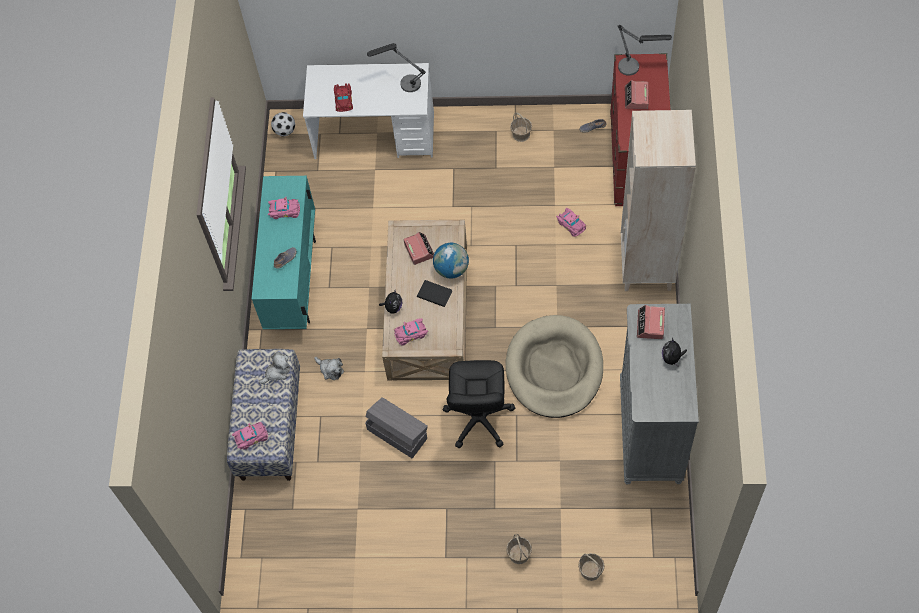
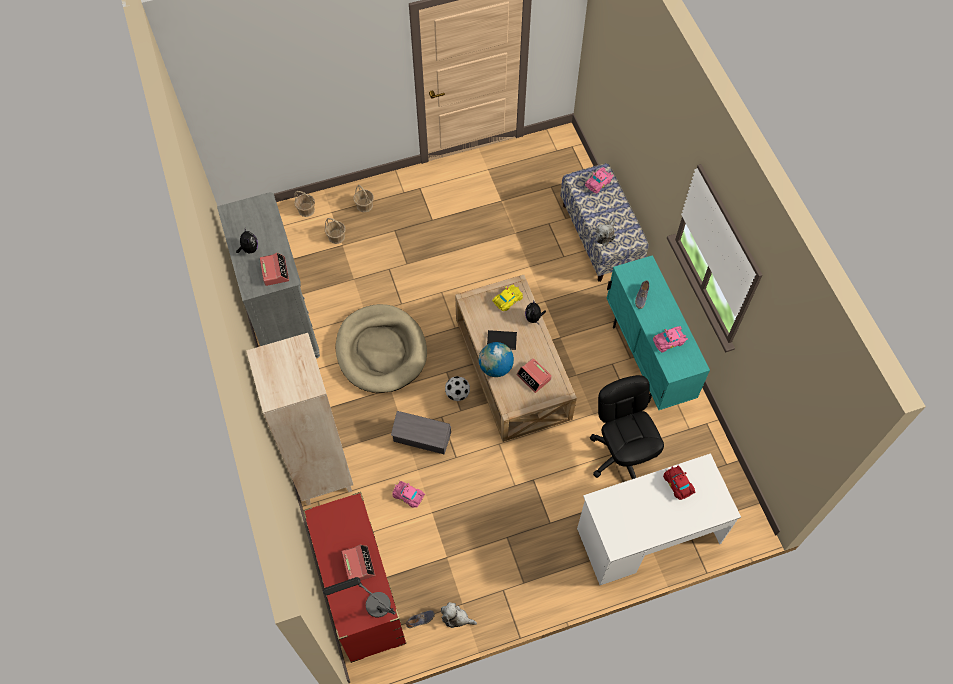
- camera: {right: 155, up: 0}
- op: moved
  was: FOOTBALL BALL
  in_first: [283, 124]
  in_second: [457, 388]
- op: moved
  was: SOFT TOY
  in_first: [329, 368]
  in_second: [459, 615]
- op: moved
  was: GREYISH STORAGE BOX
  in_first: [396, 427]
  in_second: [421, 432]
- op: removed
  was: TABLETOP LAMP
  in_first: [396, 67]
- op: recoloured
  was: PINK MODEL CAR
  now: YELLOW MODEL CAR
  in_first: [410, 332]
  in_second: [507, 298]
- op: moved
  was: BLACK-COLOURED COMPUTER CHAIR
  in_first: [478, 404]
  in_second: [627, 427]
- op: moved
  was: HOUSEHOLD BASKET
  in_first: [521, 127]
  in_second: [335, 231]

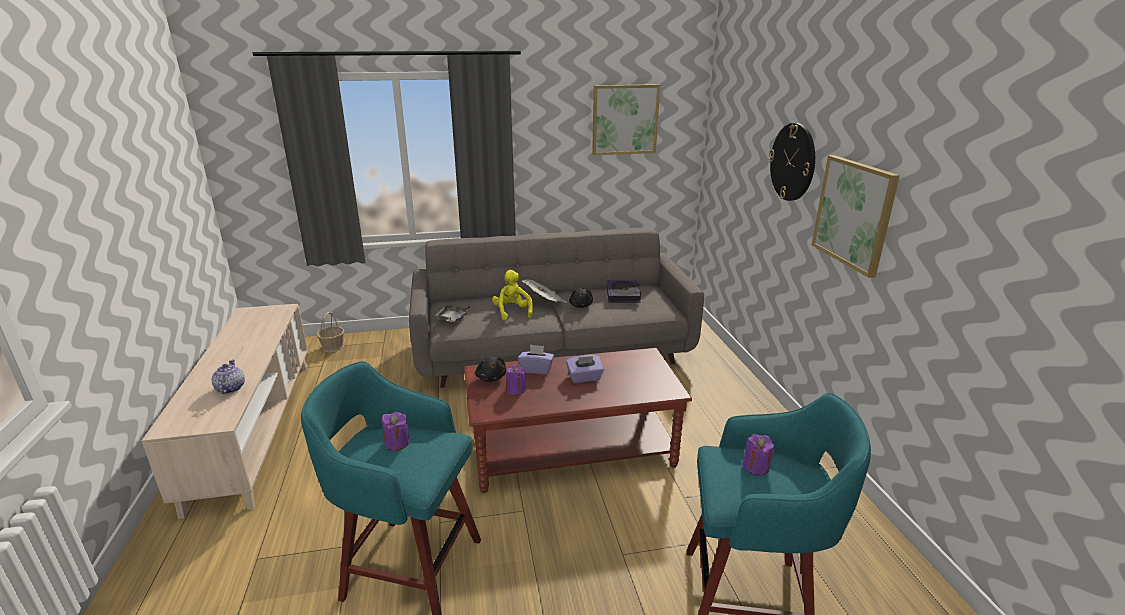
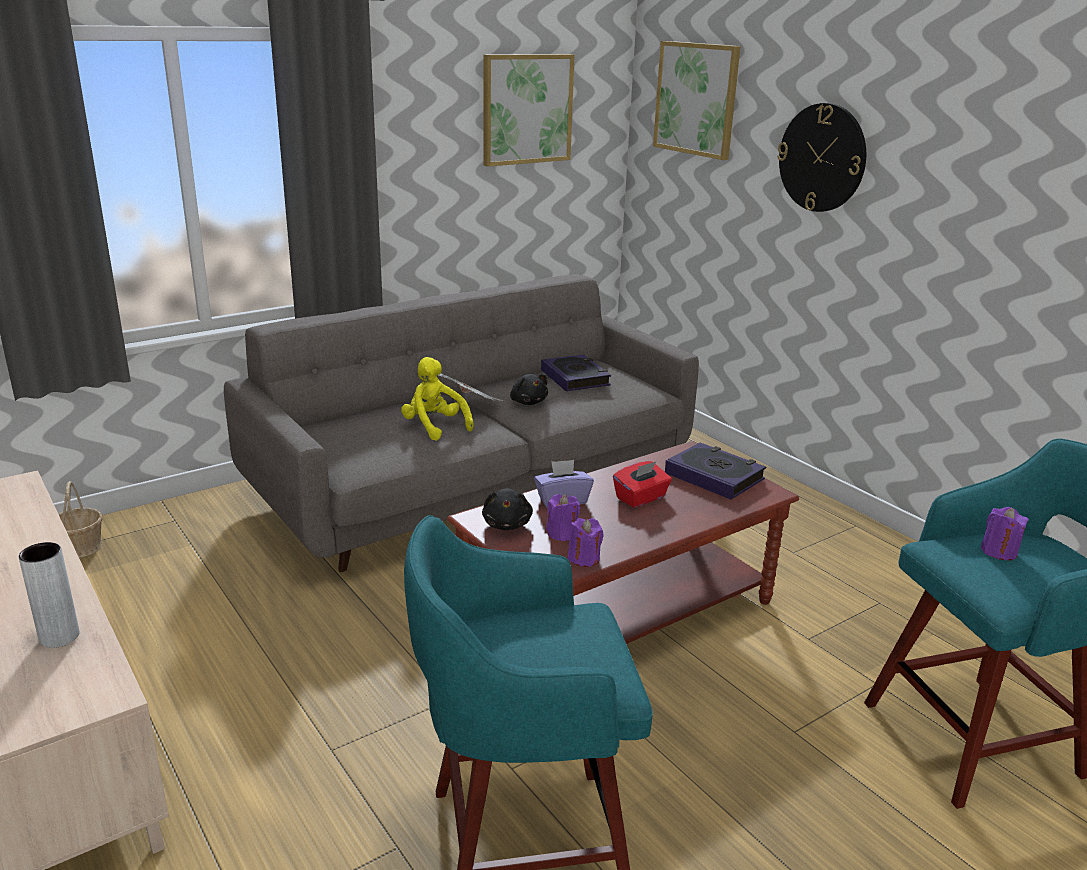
- camera: {right: -25, up: 0}
- op: replaced
  was: POT FOR TEA
  now: GREYISH VASE
  in_first: [228, 376]
  in_second: [49, 595]
- op: moved
  was: PURPLE-COLOURED WAX LIGHT
  in_first: [396, 431]
  in_second: [585, 542]
- op: removed
  was: GREYISH TRAY
  in_first: [452, 313]
- op: turned
  was: BLACK-COLOURED SOFT TOY
  in_first: [490, 369]
  in_second: [507, 509]
  clockwise: 45
- op: recoloured
  was: PURPLE-COLOURED BOX OF TISSUES
  now: RED-COLOURED BOX OF TISSUES
  in_first: [585, 369]
  in_second: [642, 484]
- op: moved
  was: WALL PICTURE
  in_first: [856, 216]
  in_second: [697, 100]
- op: added
  now: BOUND BOOK
  in_second: [715, 471]

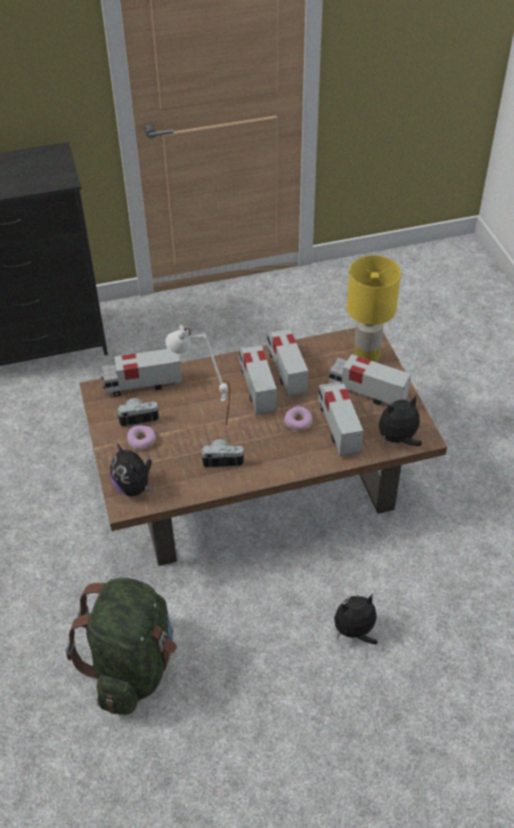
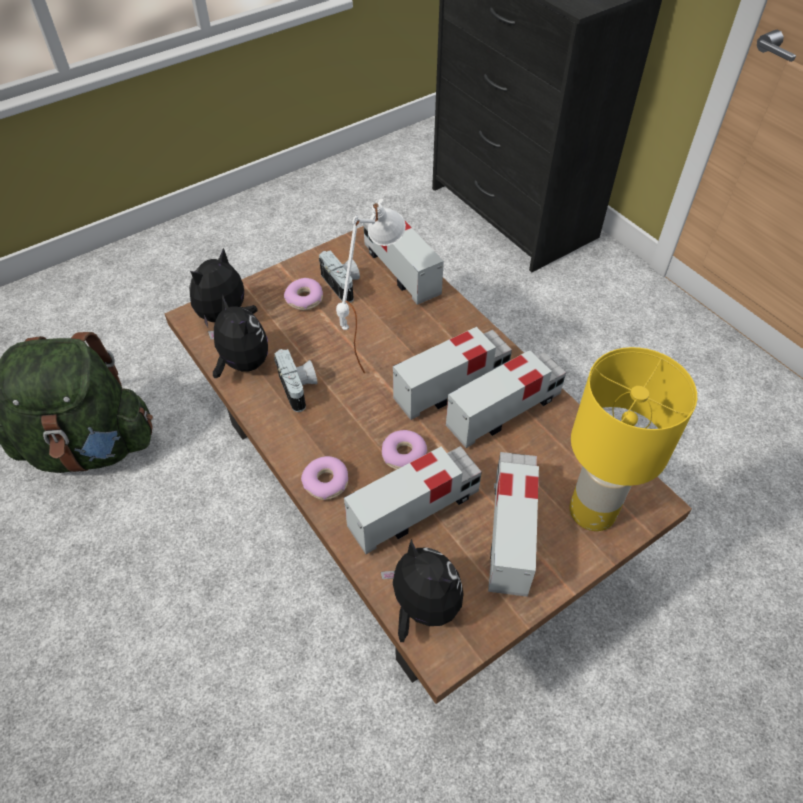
- camera: {right: 70, up: 5}
- op: moved
  was: SOFT TOY
  in_first: [355, 619]
  in_second: [238, 336]
- op: added
  now: DONUT
  in_second: [324, 478]

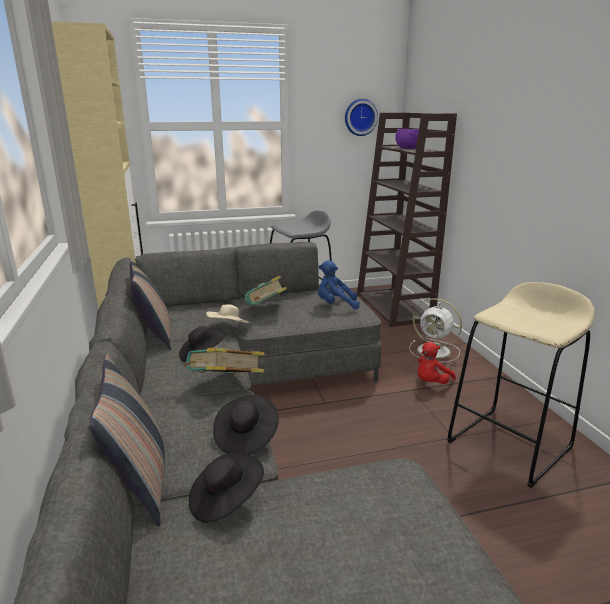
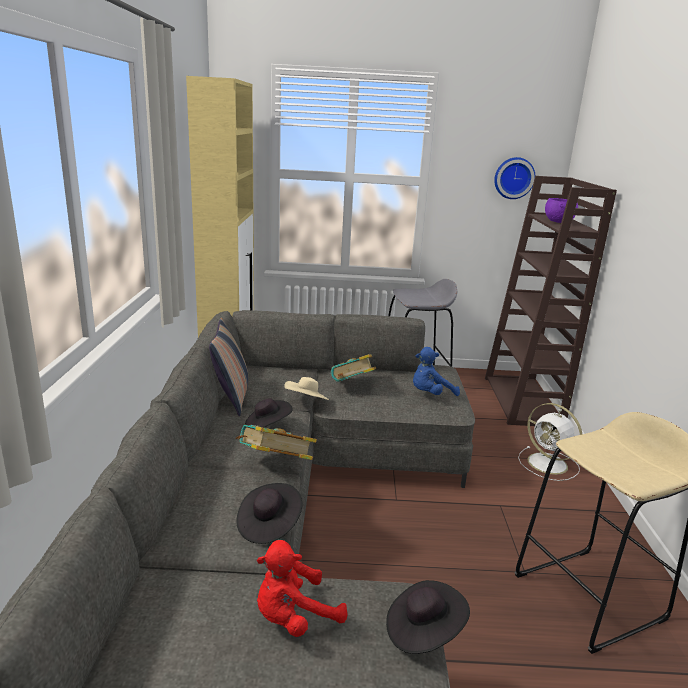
- camera: {right: 15, up: 0}
- op: removed
  was: PILLOW
  in_first: [127, 440]
- op: moved
  was: BLACK-COLOURED WEARABLE HAT
  in_first: [226, 488]
  in_second: [428, 617]
- op: turned
  was: BLUISH SOFT TOY
  in_first: [339, 285]
  in_second: [436, 371]
  clockwise: -45
- op: moved
  was: RED-COLOURED SOFT TOY
  in_first: [436, 363]
  in_second: [302, 588]

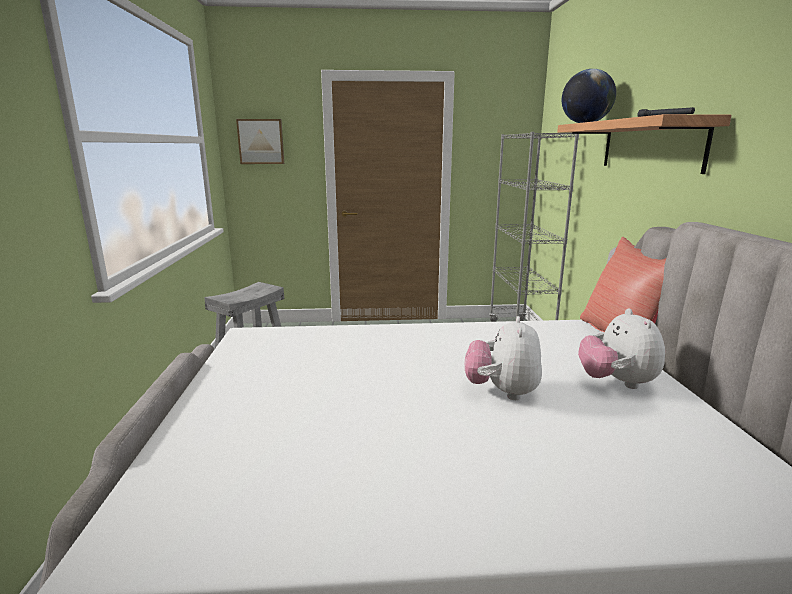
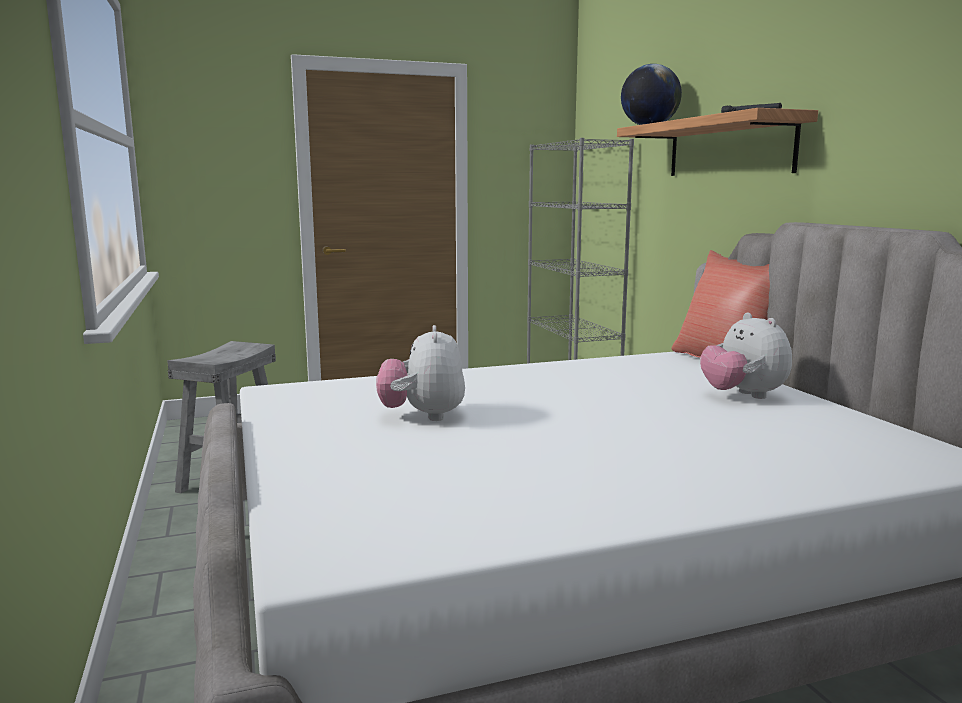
- camera: {right: -15, up: -5}
- op: removed
  was: WALL PICTURE
  in_first: [260, 141]
- op: moved
  was: SOFT TOY
  in_first: [503, 358]
  in_second: [420, 373]

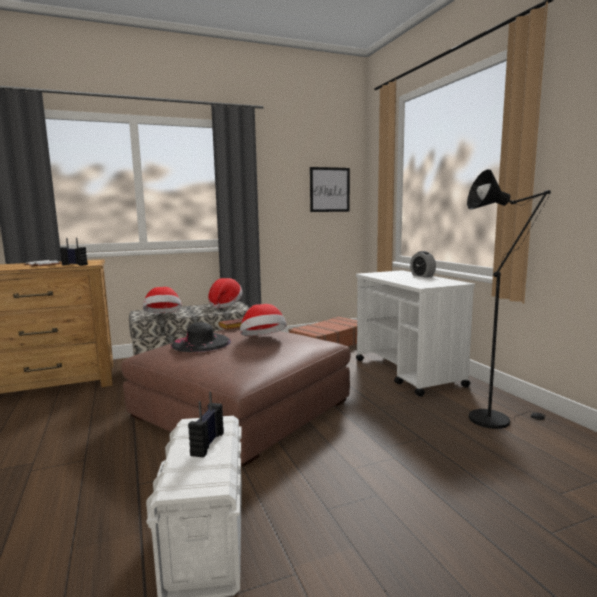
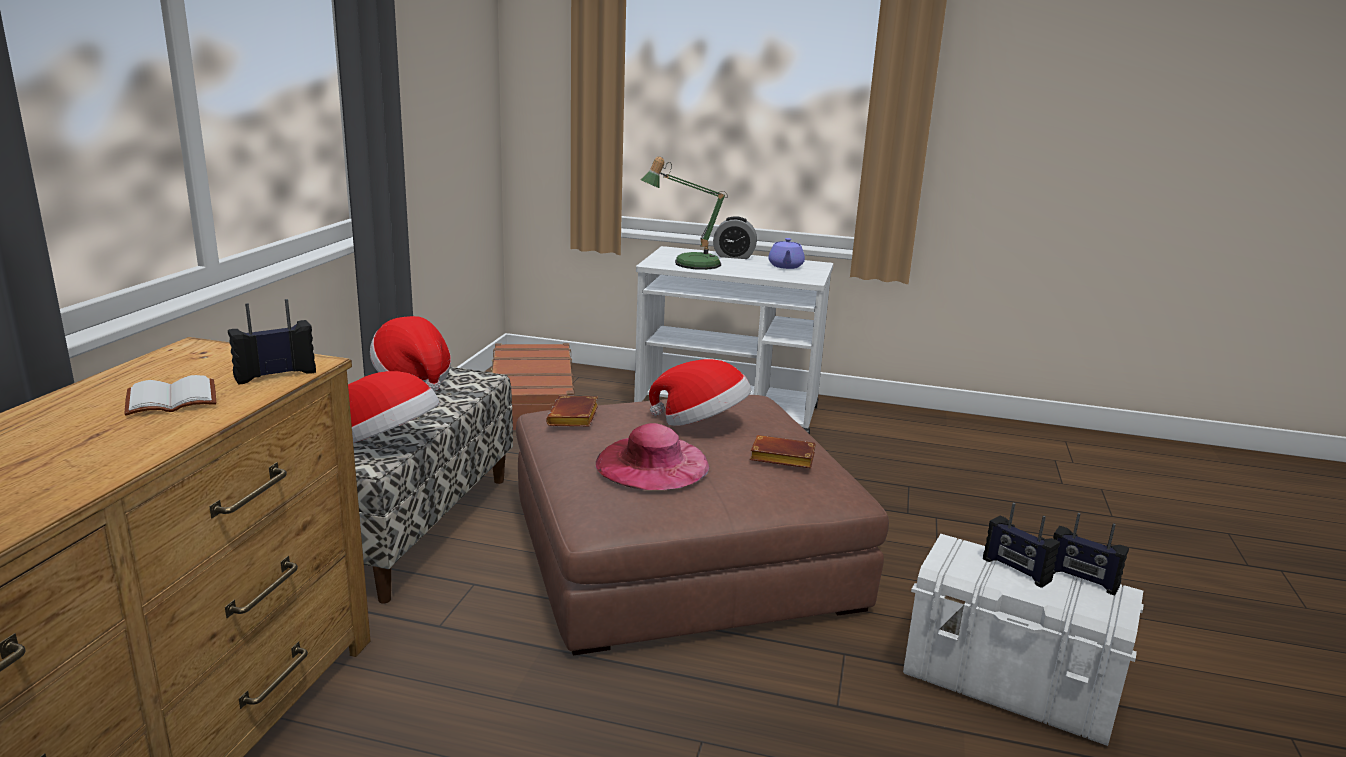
- camera: {right: -55, up: 10}
- op: recoloured
  was: BLACK-COLOURED WEARABLE HAT
  now: PINK WEARABLE HAT
  in_first: [201, 337]
  in_second: [653, 456]
- op: removed
  was: WALL PICTURE
  in_first: [330, 189]
- op: removed
  was: BLACK-COLOURED FLOOR LAMP
  in_first: [509, 299]
- op: added
  now: TABLETOP LAMP
  in_second: [684, 213]
- op: added
  now: BROWN-COLOURED BOUND BOOK
  in_second: [783, 452]
- op: added
  now: PURPLE-COLOURED POT FOR TEA
  in_second: [786, 253]
- op: added
  now: RADIO SET
  in_second: [1091, 554]

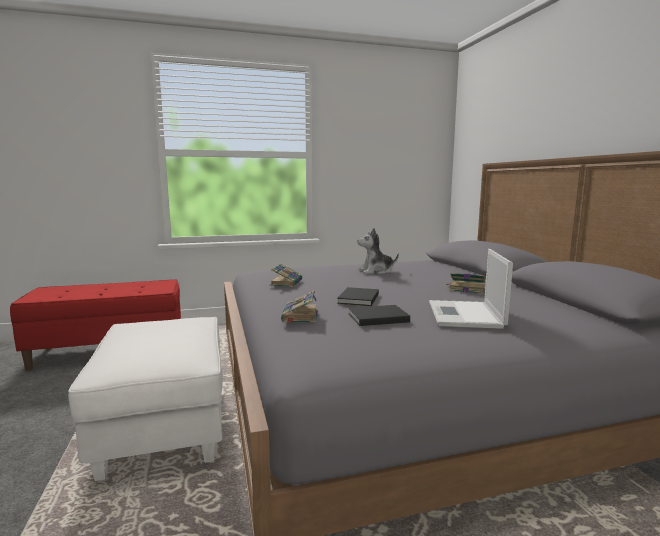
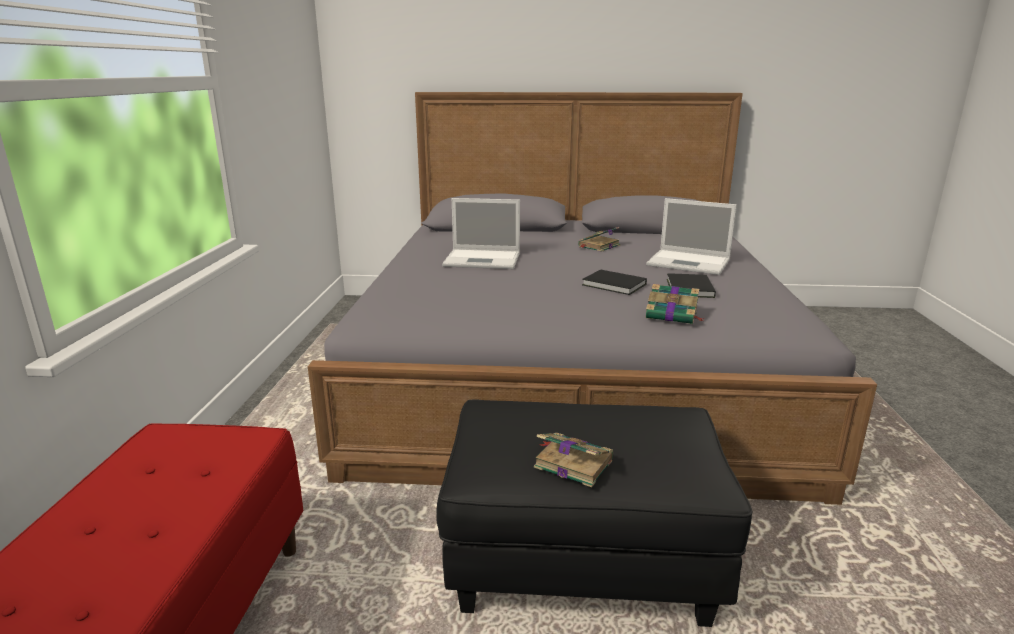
- camera: {right: -70, up: 10}
- op: recoloured
  was: WHITE FOOTREST
  now: BLACK-COLOURED FOOTREST
  in_first: [145, 399]
  in_second: [594, 513]
- op: moved
  was: BOUND BOOK
  in_first: [286, 275]
  in_second: [573, 460]
- op: replaced
  was: SOFT TOY
  now: NOTEBOOK COMPUTER
  in_first: [378, 251]
  in_second: [481, 233]

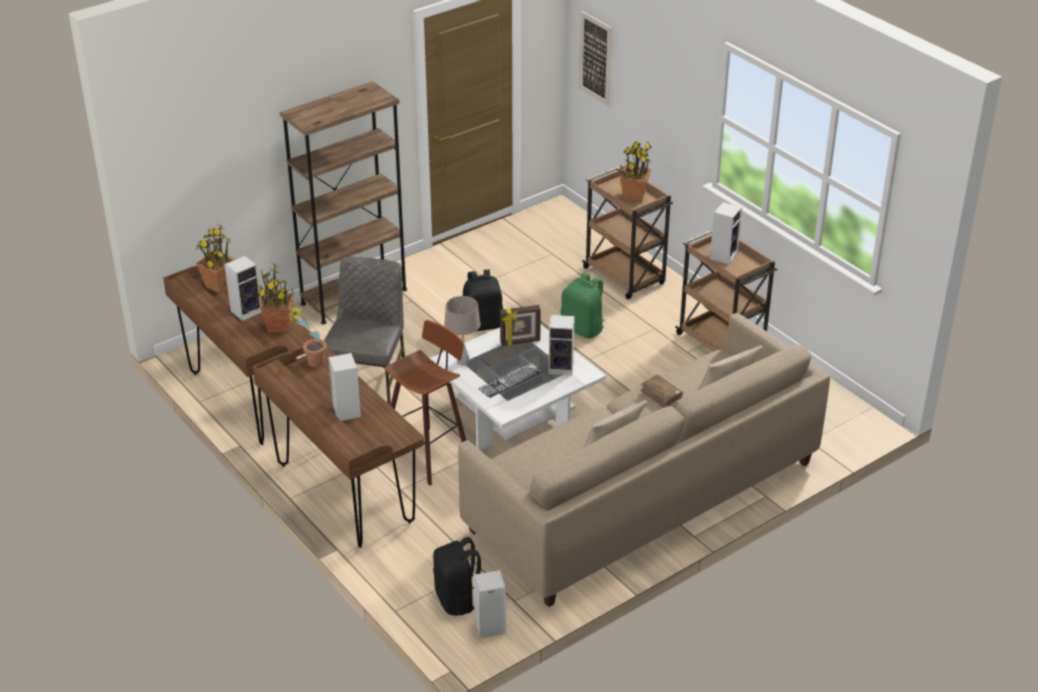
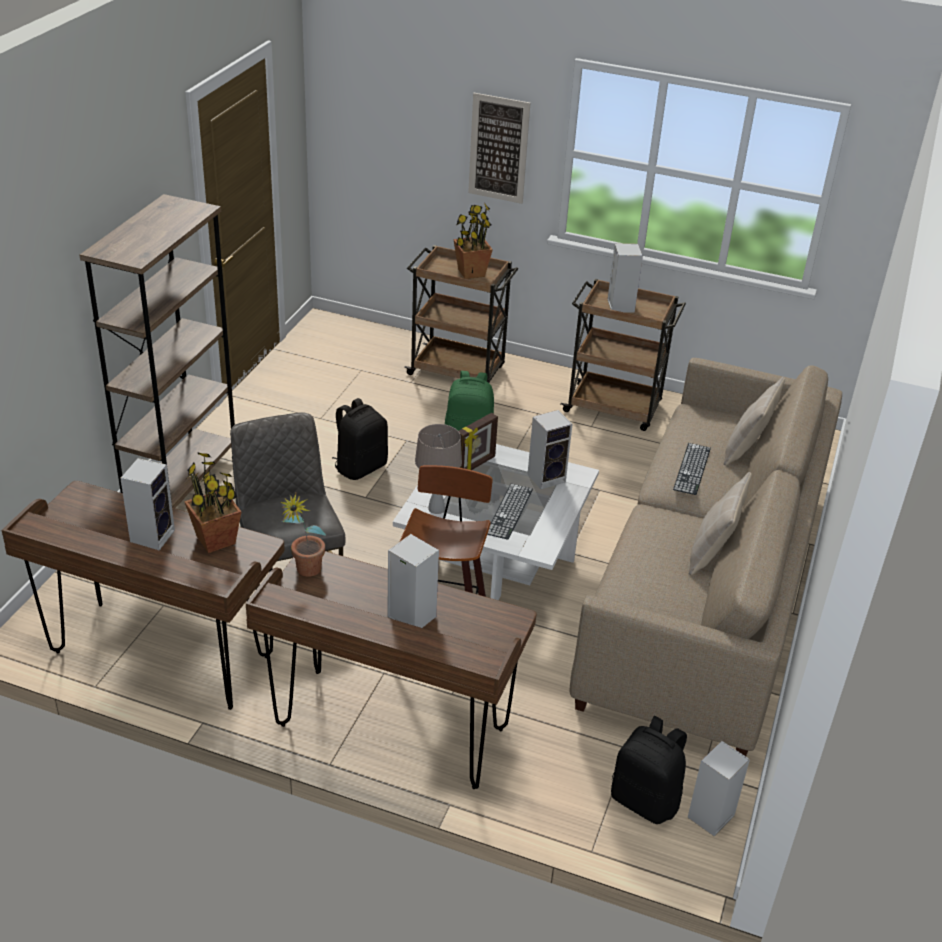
- camera: {right: -35, up: 0}
- op: removed
  was: POTTED PLANT
  in_first: [216, 259]
- op: moved
  was: WALL PICTURE
  in_first: [595, 58]
  in_second: [499, 148]
- op: replaced
  was: BROWN-COLOURED BOUND BOOK
  now: COMPUTER KEYBOARD
  in_first: [661, 391]
  in_second: [692, 469]

